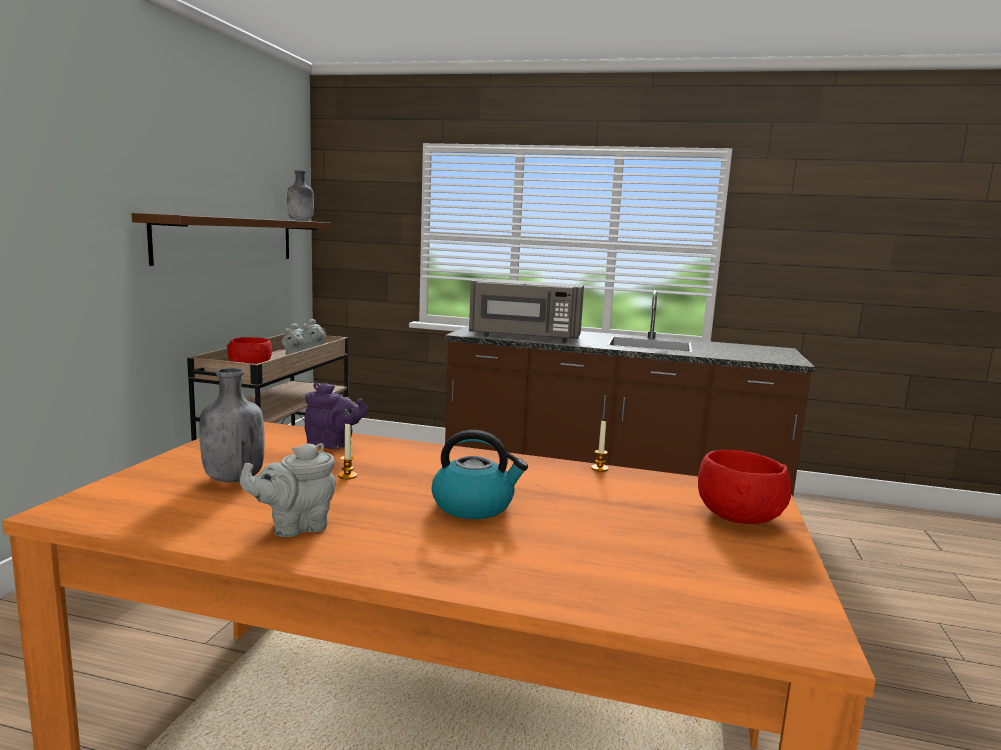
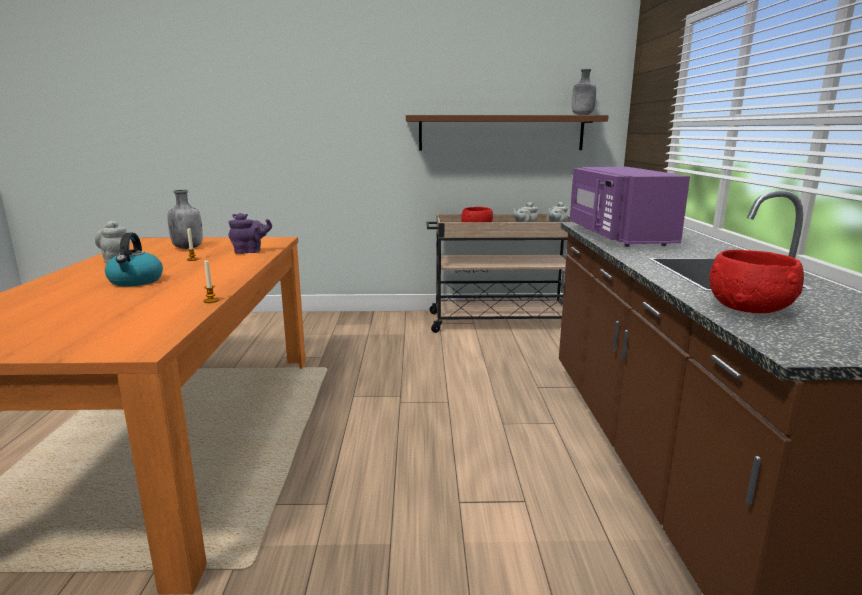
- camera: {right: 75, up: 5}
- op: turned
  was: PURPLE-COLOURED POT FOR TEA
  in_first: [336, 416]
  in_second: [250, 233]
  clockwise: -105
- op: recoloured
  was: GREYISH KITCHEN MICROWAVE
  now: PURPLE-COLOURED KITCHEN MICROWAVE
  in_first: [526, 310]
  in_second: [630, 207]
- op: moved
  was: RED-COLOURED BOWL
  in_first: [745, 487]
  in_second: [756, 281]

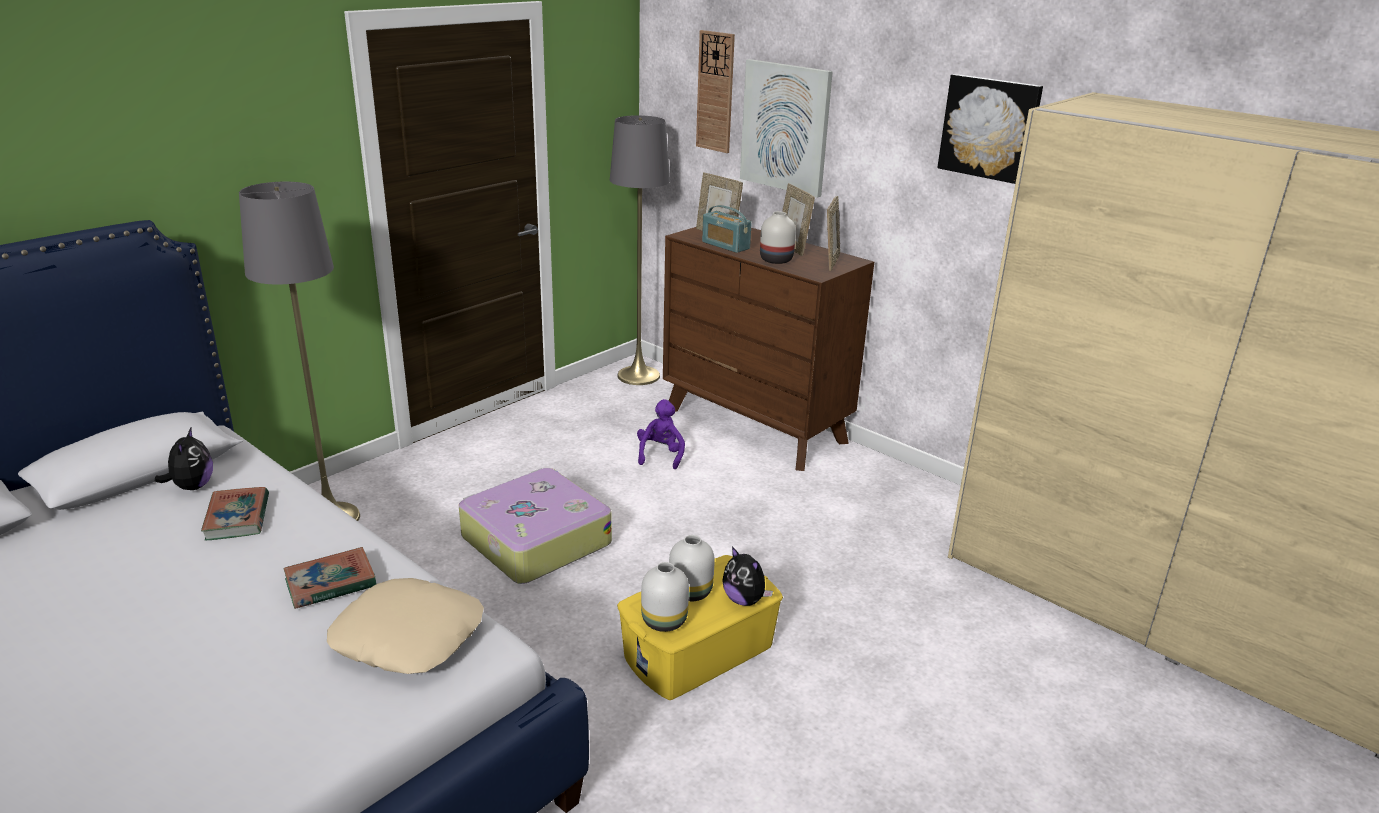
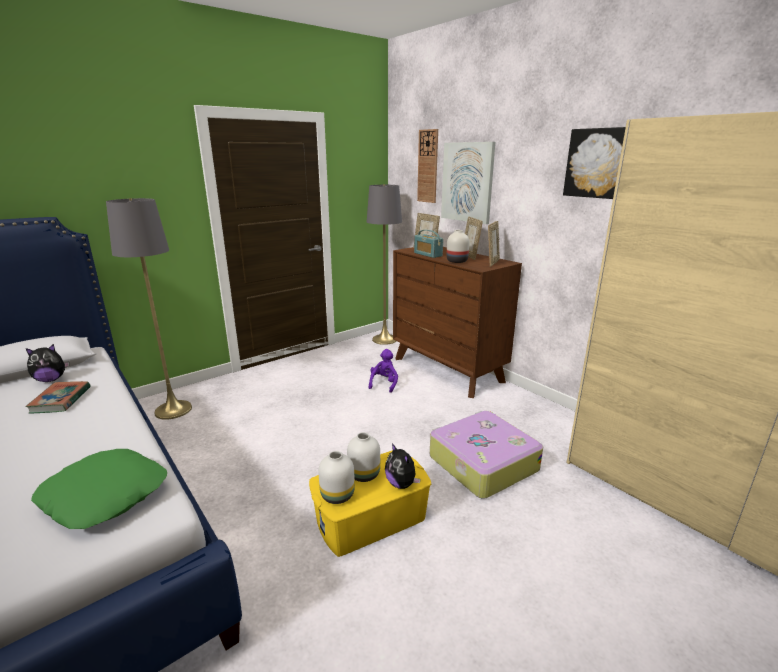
- camera: {right: 10, up: -5}
- op: turned
  was: SOFT TOY
  in_first: [184, 459]
  in_second: [47, 363]
  clockwise: 60
- op: removed
  was: BOUND BOOK
  in_first: [330, 578]
- op: recoloured
  was: BEIGE-COLOURED PILLOW
  now: GREEN-COLOURED PILLOW
  in_first: [405, 626]
  in_second: [99, 489]
- op: moved
  was: TRAVEL CASE
  in_first: [535, 526]
  in_second: [486, 455]

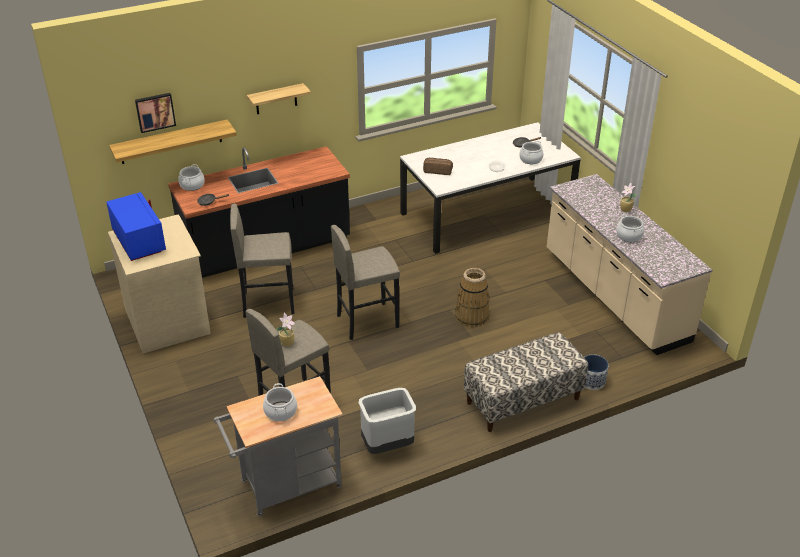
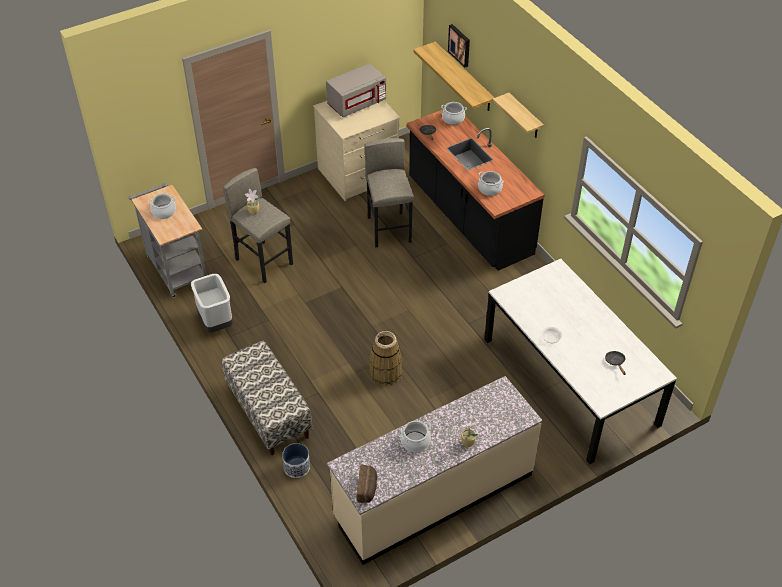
- camera: {right: 85, up: 10}
- op: recoloured
  was: BLUISH KITCHEN MICROWAVE
  now: GREYISH KITCHEN MICROWAVE
  in_first: [136, 226]
  in_second: [356, 90]
- op: removed
  was: GREYISH STOOL
  in_first: [365, 282]
- op: moved
  was: BREAD
  in_first: [438, 166]
  in_second: [367, 484]
- op: moved
  was: COOKING POT
  in_first: [531, 152]
  in_second: [491, 183]

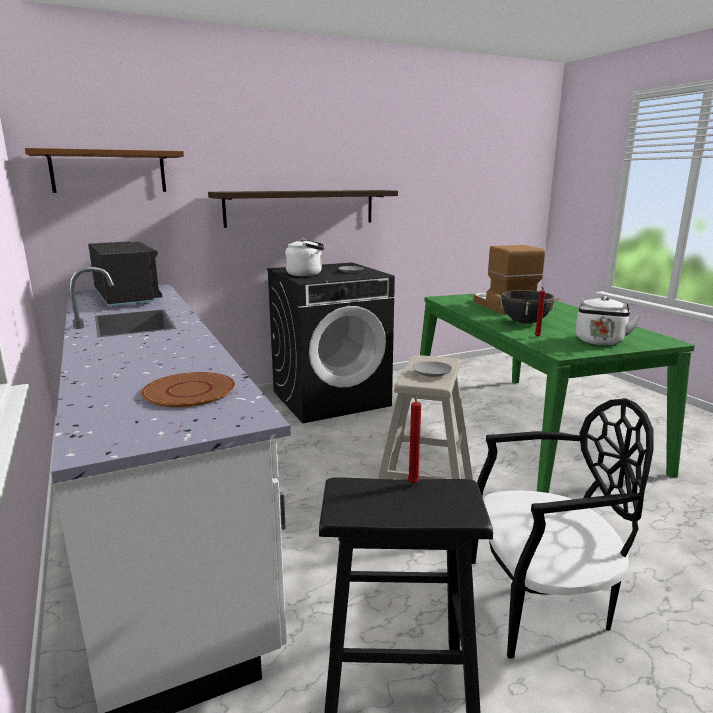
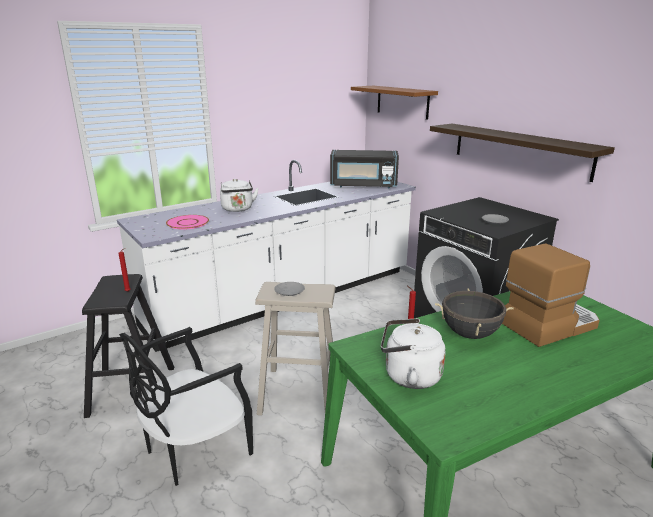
- camera: {right: 80, up: 5}
- op: turned
  was: BLACK-COLOURED KITCHEN MICROWAVE
  in_first: [125, 274]
  in_second: [364, 169]
  clockwise: 45
- op: recoloured
  was: BROWN-COLOURED FLAT DISH
  now: PINK FLAT DISH
  in_first: [188, 390]
  in_second: [187, 222]
- op: moved
  was: WHITE TEA KETTLE
  in_first: [305, 257]
  in_second: [239, 195]
- op: turned
  was: BLACK-COLOURED PLAIN CHAIR
  in_first: [562, 528]
  in_second: [186, 406]
  clockwise: 60

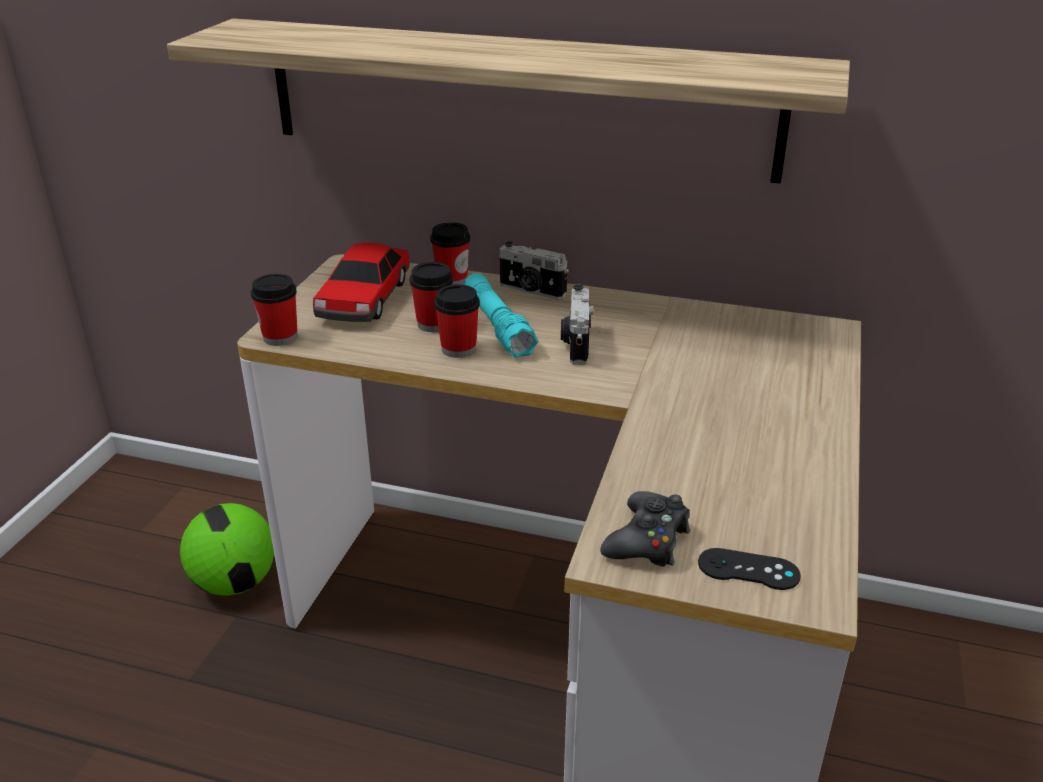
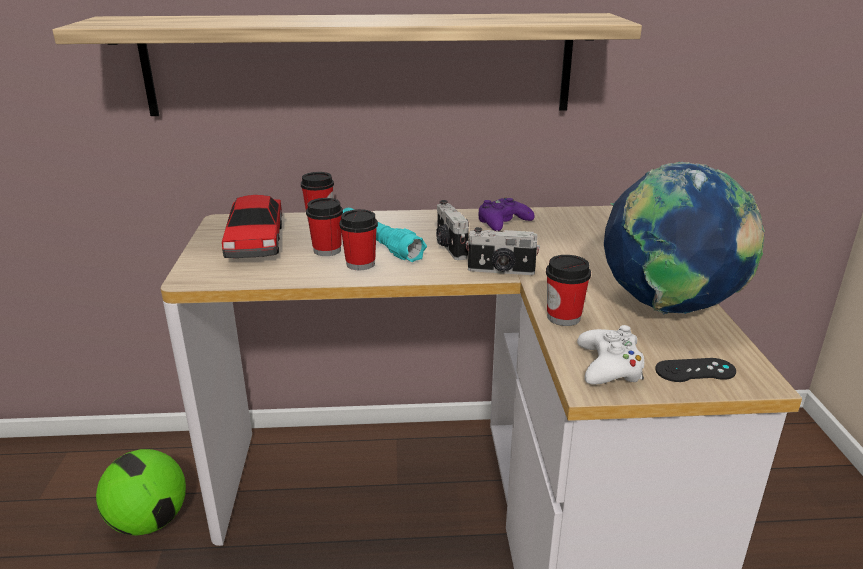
- camera: {right: -20, up: -5}
- op: moved
  was: DRINKING CUP
  in_first: [274, 310]
  in_second: [568, 290]
- op: moved
  was: STILL CAMERA
  in_first: [534, 270]
  in_second: [503, 251]
- op: recoloured
  was: BLACK-COLOURED JOYPAD
  now: WHITE JOYPAD
  in_first: [645, 529]
  in_second: [610, 355]
- op: added
  now: PURPLE-COLOURED JOYPAD
  in_second: [507, 214]
- op: added
  now: DESK GLOBE
  in_second: [684, 238]

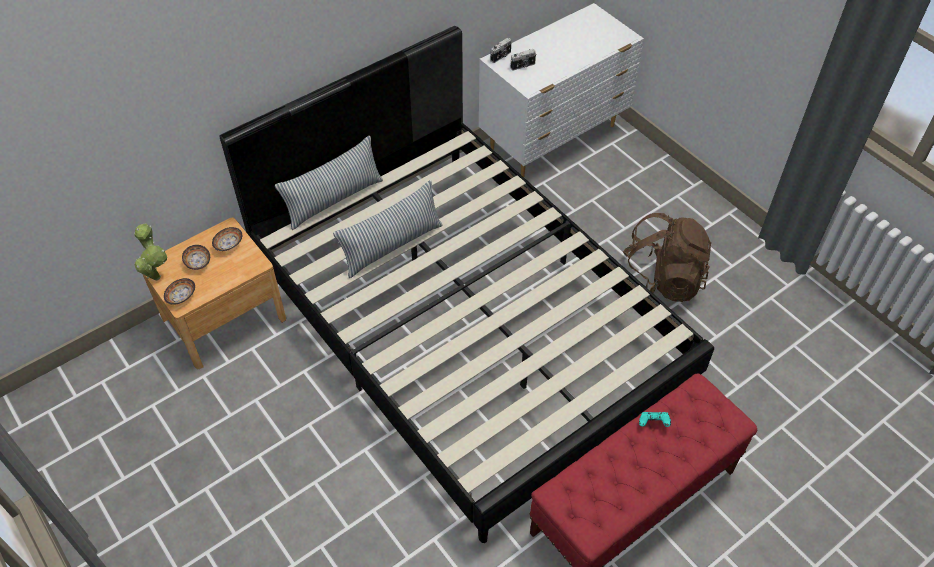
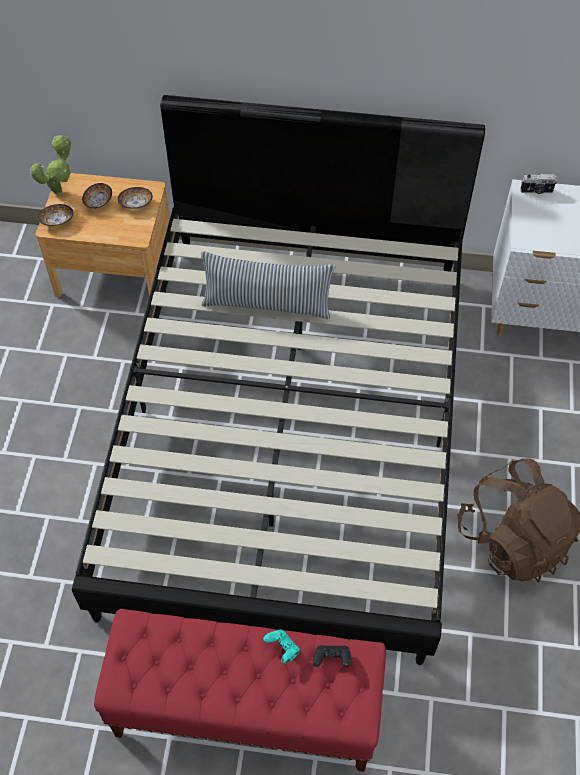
- camera: {right: 45, up: 5}
- op: removed
  was: PILLOW
  in_first: [329, 183]
- op: removed
  was: STILL CAMERA
  in_first: [523, 60]
- op: added
  now: BLACK-COLOURED JOYPAD
  in_second: [332, 656]

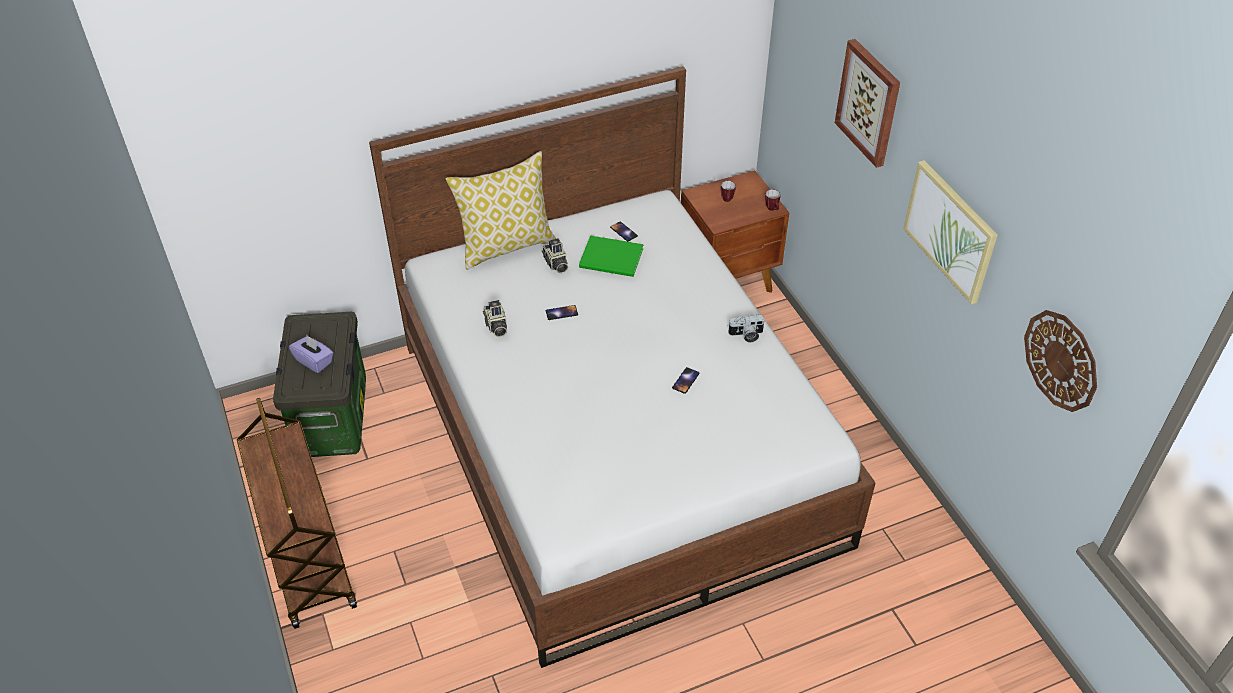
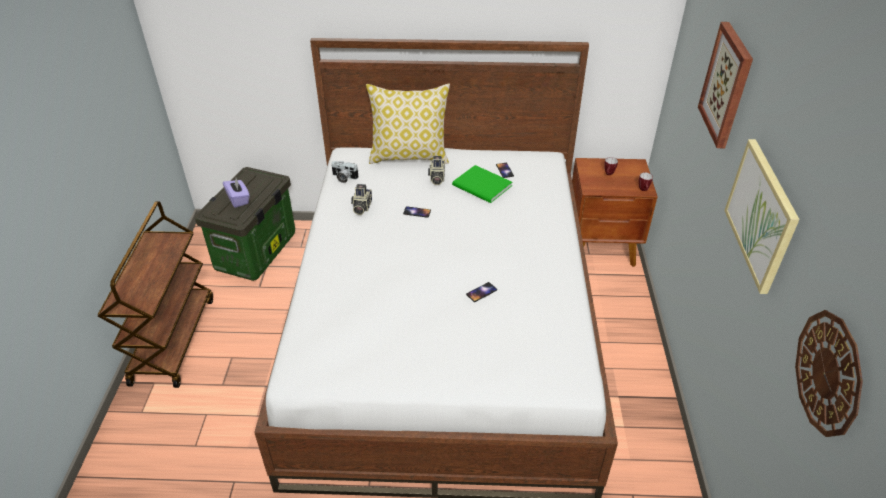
- camera: {right: 25, up: -5}
- op: moved
  was: STILL CAMERA
  in_first: [746, 328]
  in_second: [344, 172]

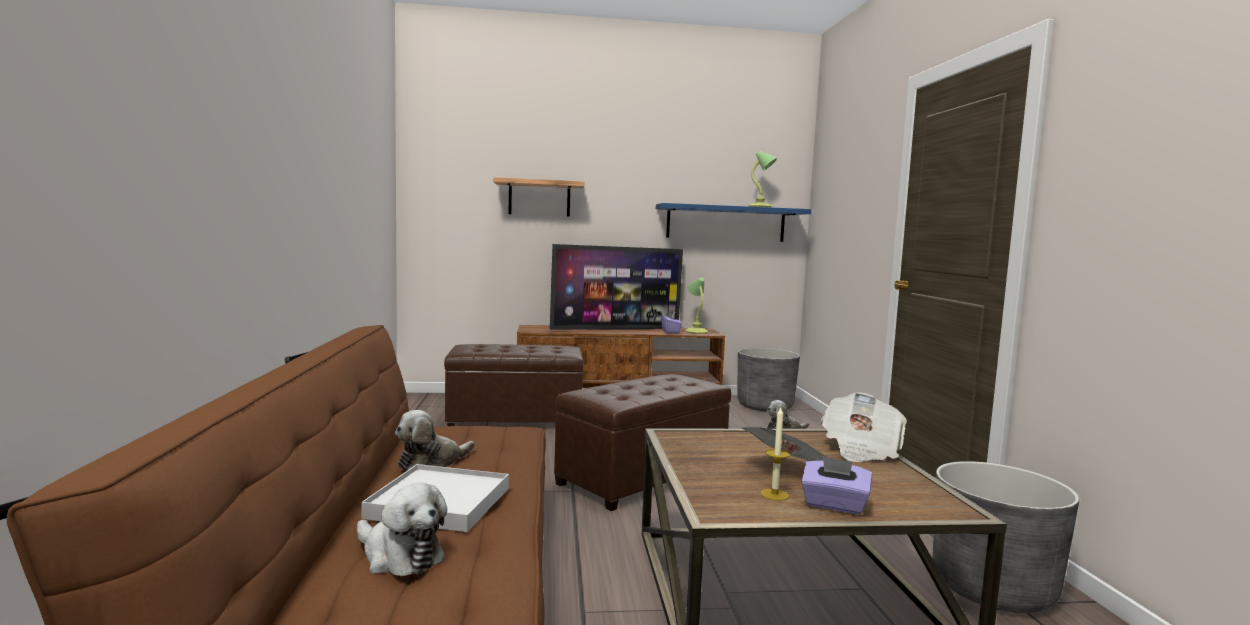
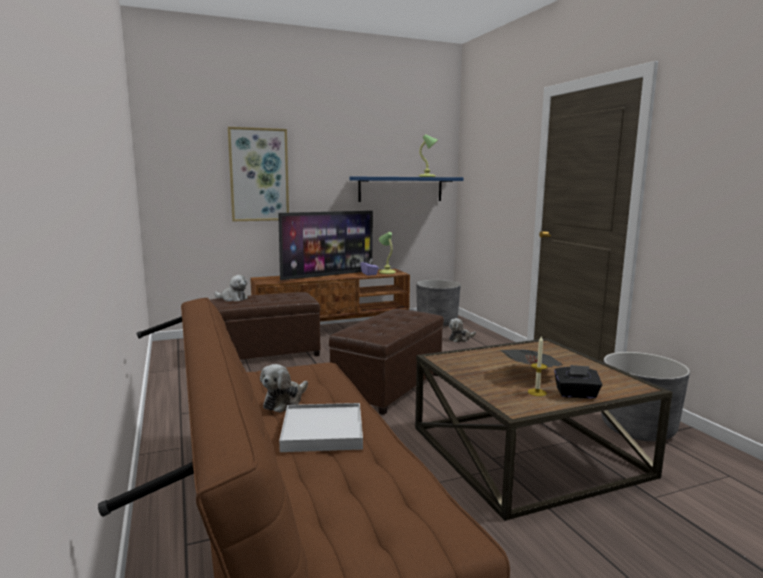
- camera: {right: -15, up: 5}
- op: moved
  was: SOFT TOY
  in_first: [402, 529]
  in_second: [231, 288]
- op: replaced
  was: SHELF
  now: WALL PICTURE
  in_first: [539, 197]
  in_second: [258, 174]
- op: recoloured
  was: PURPLE-COLOURED BOX OF TISSUES
  now: BLACK-COLOURED BOX OF TISSUES
  in_first: [836, 485]
  in_second: [578, 382]
- op: removed
  was: PRINTED PAPER
  in_first: [864, 427]

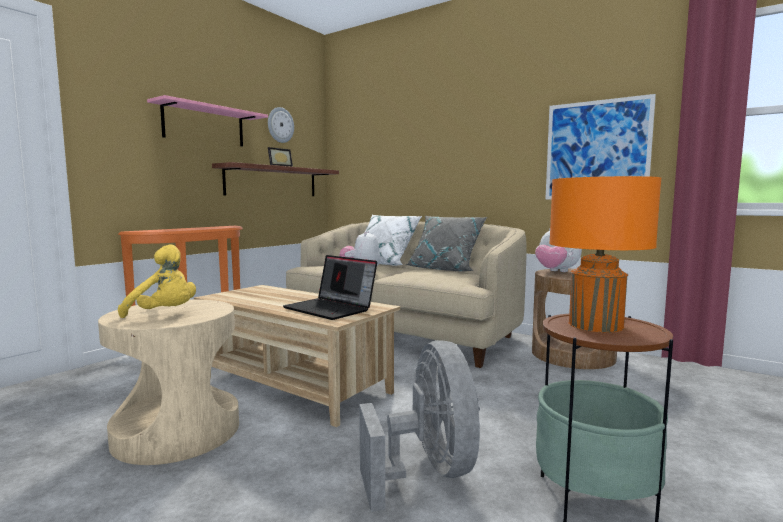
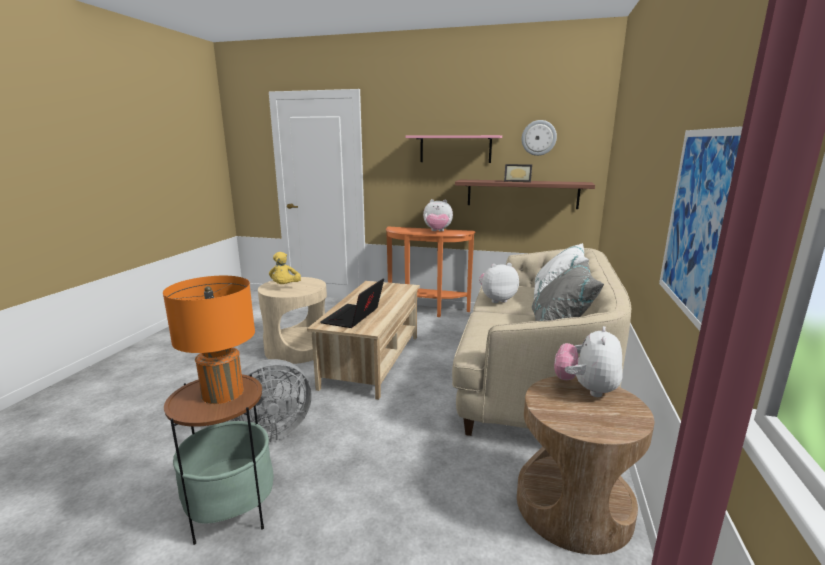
- camera: {right: 70, up: 10}
- op: added
  now: SOFT TOY
  in_second: [438, 215]

